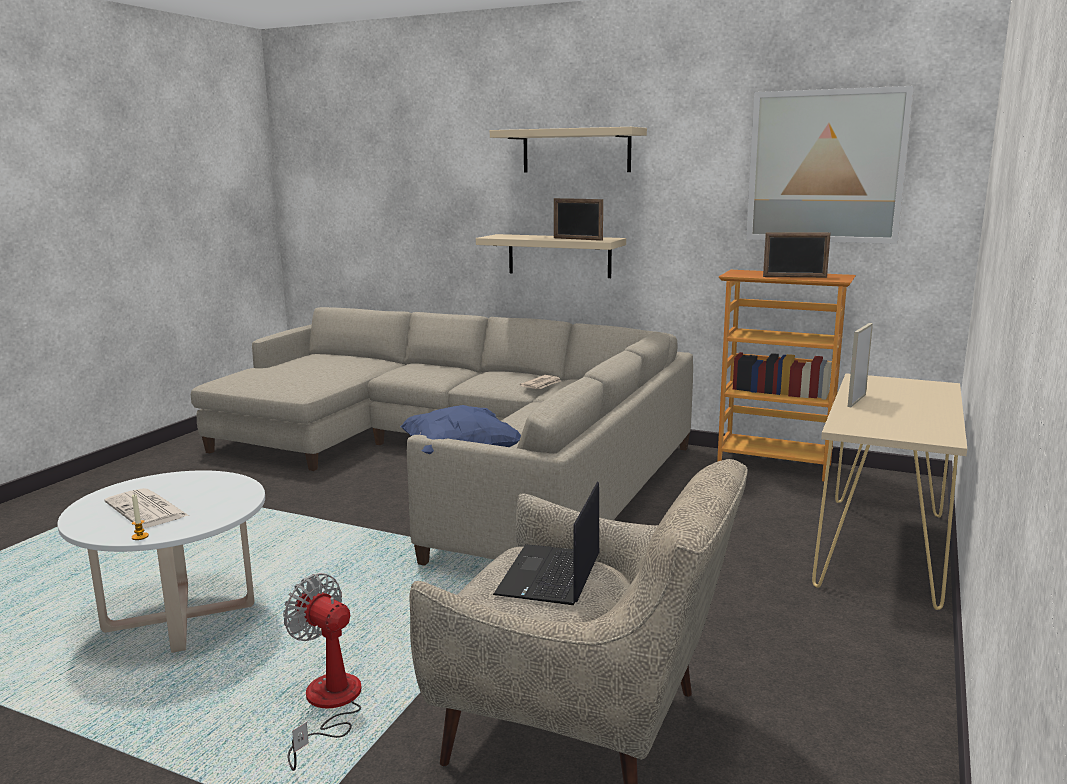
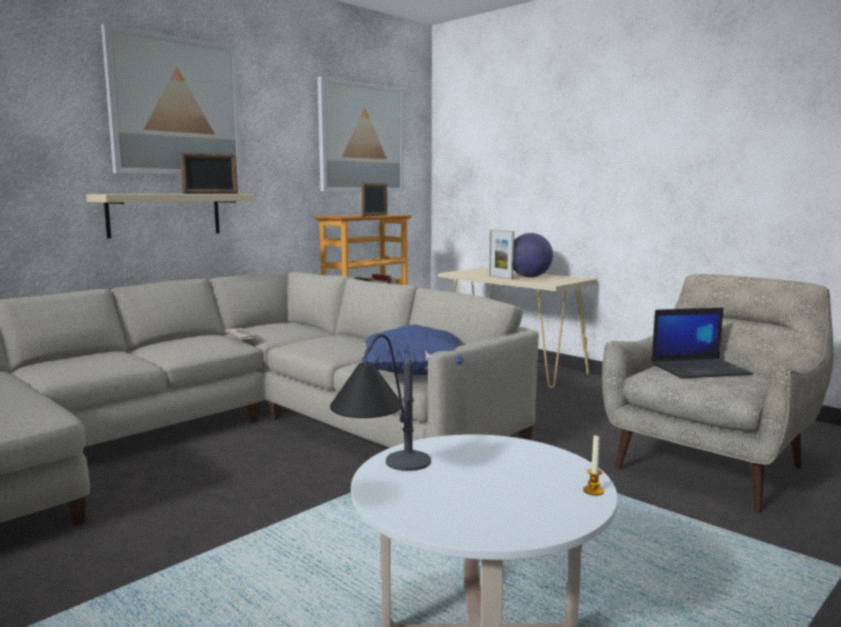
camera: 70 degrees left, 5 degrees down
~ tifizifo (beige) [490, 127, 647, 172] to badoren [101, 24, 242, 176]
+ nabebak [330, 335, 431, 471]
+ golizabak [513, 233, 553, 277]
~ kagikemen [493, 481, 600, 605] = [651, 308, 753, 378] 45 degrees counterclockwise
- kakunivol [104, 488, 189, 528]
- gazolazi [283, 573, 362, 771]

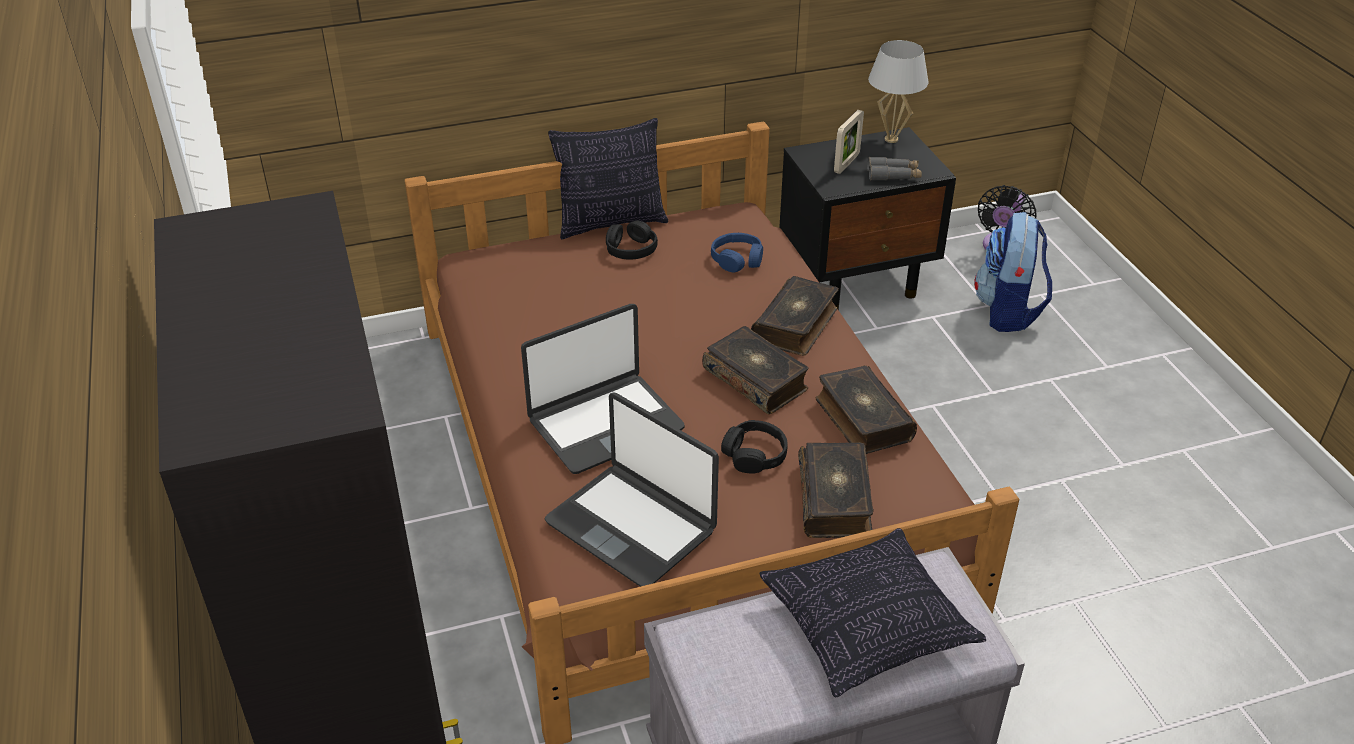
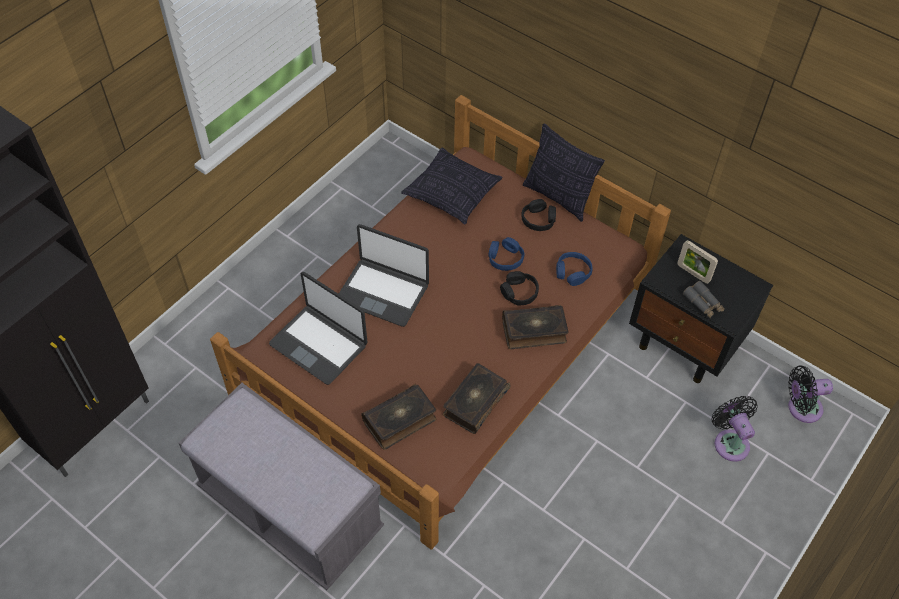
camera: 55 degrees right, 15 degrees up
~ kagikemen [544, 393, 719, 587] = [269, 272, 367, 385] 60 degrees counterclockwise
~ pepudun [759, 528, 986, 697] to [401, 147, 503, 224]
+ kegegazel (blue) [488, 237, 524, 271]
~ kegegazel (black) [721, 420, 787, 473] to [500, 271, 539, 306]
~ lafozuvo [834, 110, 864, 174] = [677, 240, 718, 284] 45 degrees clockwise
~ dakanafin [974, 212, 1052, 332] to gazolazi (black) [712, 396, 758, 462]
- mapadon [702, 326, 808, 414]
- nabebak (white) [868, 40, 928, 143]

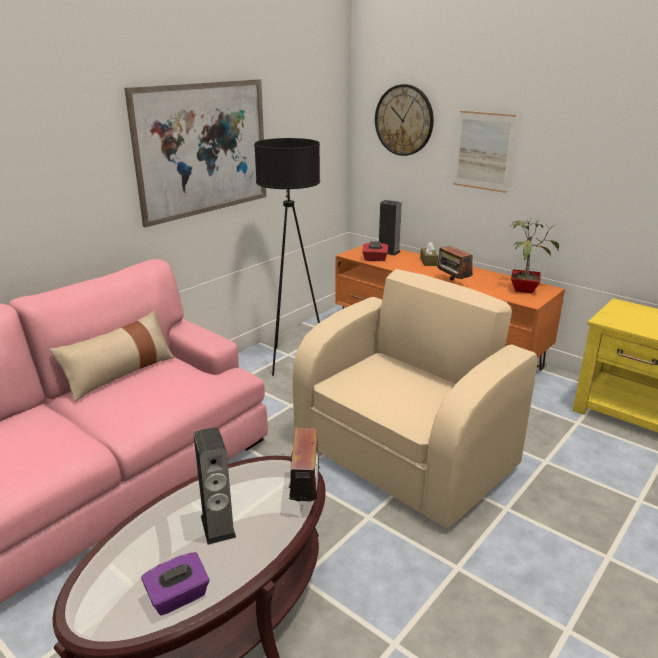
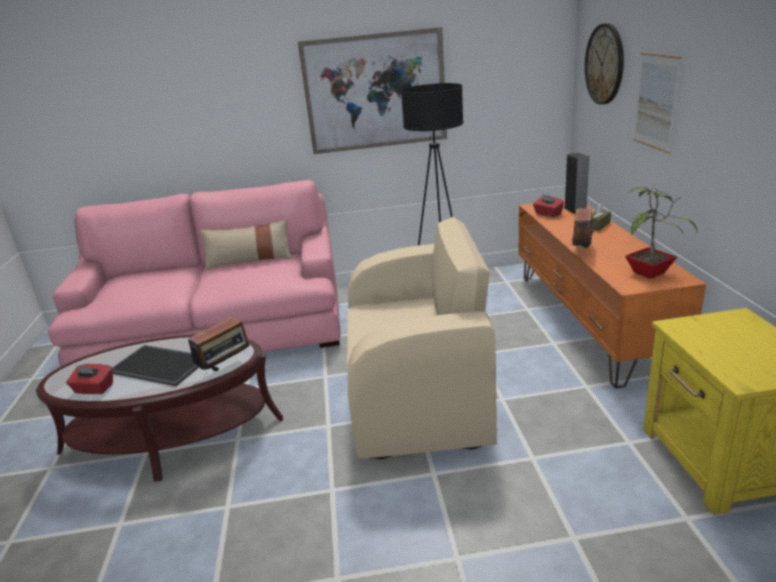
camera: 45 degrees right, 0 degrees up
~ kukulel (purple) [141, 552, 210, 616] to kukulel (red) [66, 364, 113, 394]
~ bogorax [194, 427, 236, 545] to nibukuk [112, 345, 199, 386]

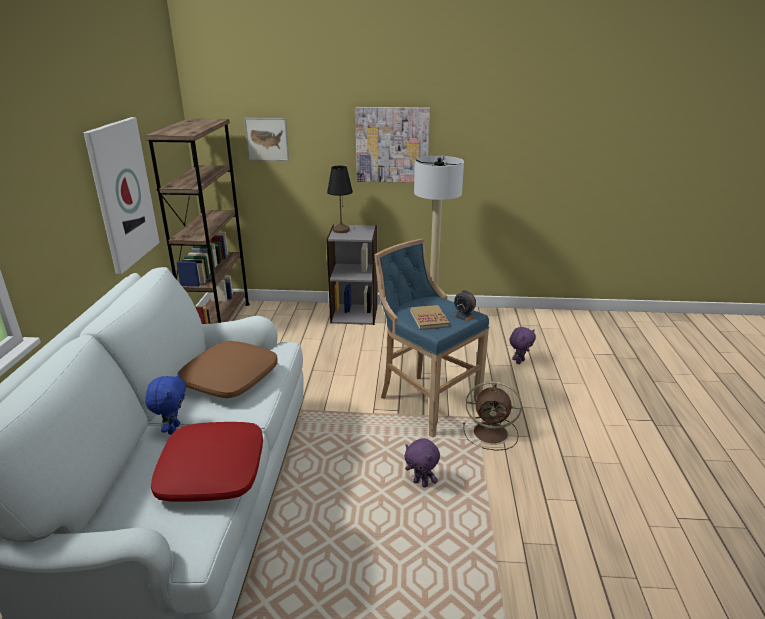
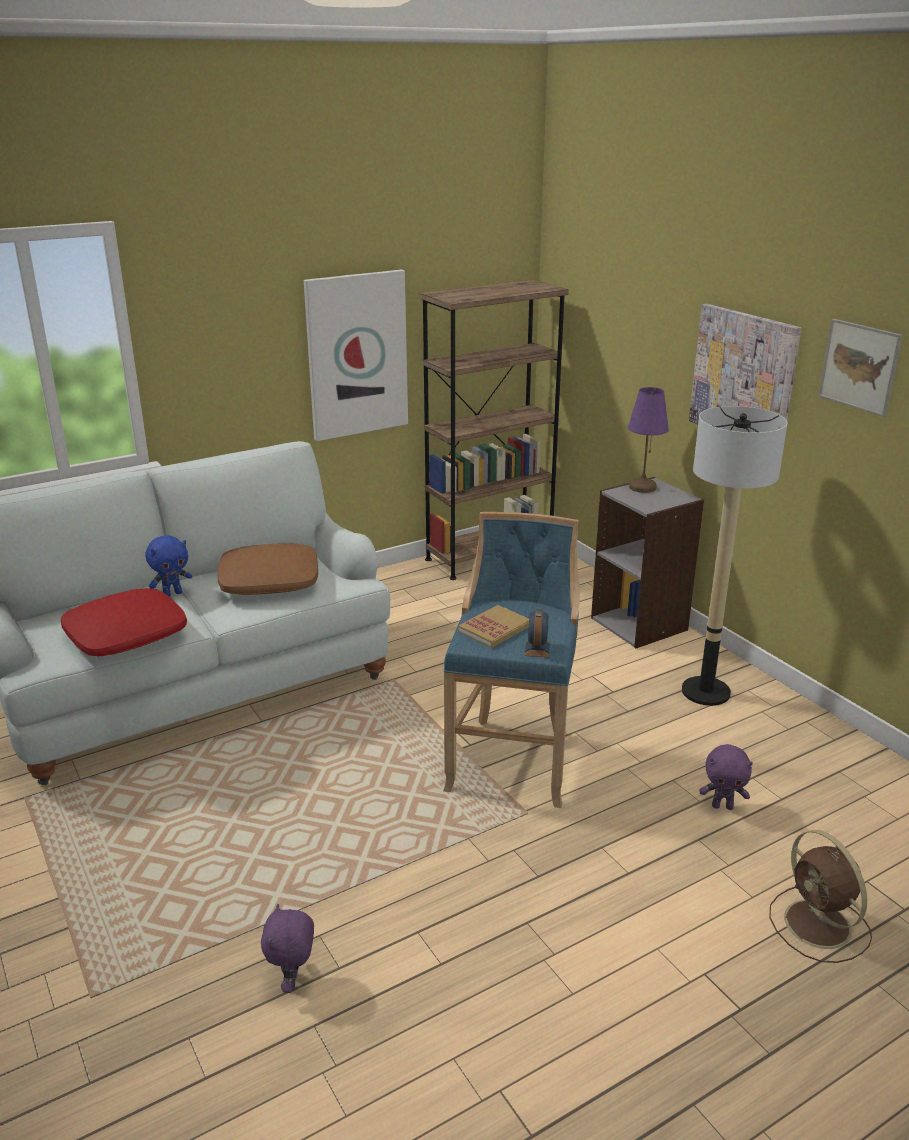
camera: 55 degrees right, 0 degrees up
~ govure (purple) [405, 438, 440, 488] to [261, 904, 314, 993]
~ nabebak (black) [327, 166, 353, 233] to nabebak (purple) [628, 387, 669, 493]
~ gazolazi (brown) [463, 381, 522, 451] to [769, 830, 872, 963]
~ badoren [244, 118, 289, 161] to [818, 319, 903, 417]

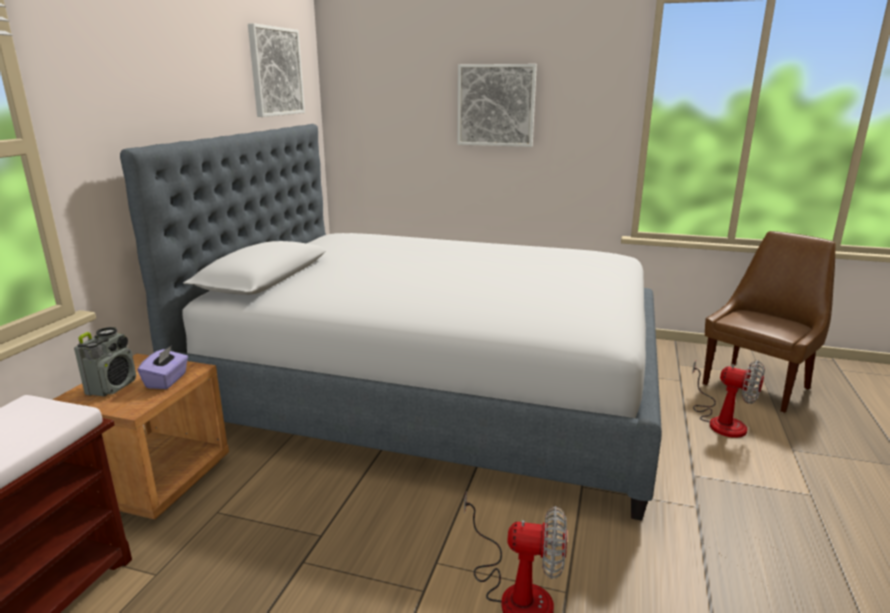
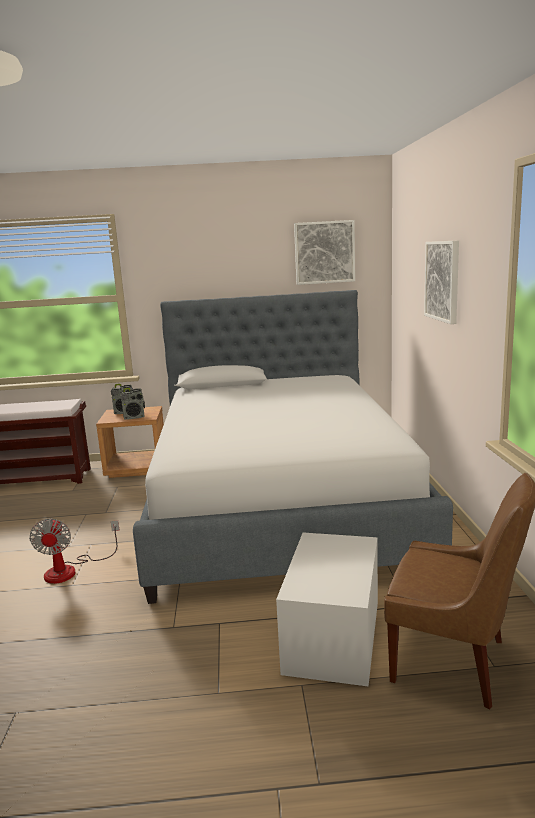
camera: 70 degrees right, 5 degrees down
~ kukulel (purple) [138, 345, 188, 389] to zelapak [120, 388, 145, 419]
~ gazolazi [692, 360, 765, 438] to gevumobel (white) [276, 532, 378, 687]

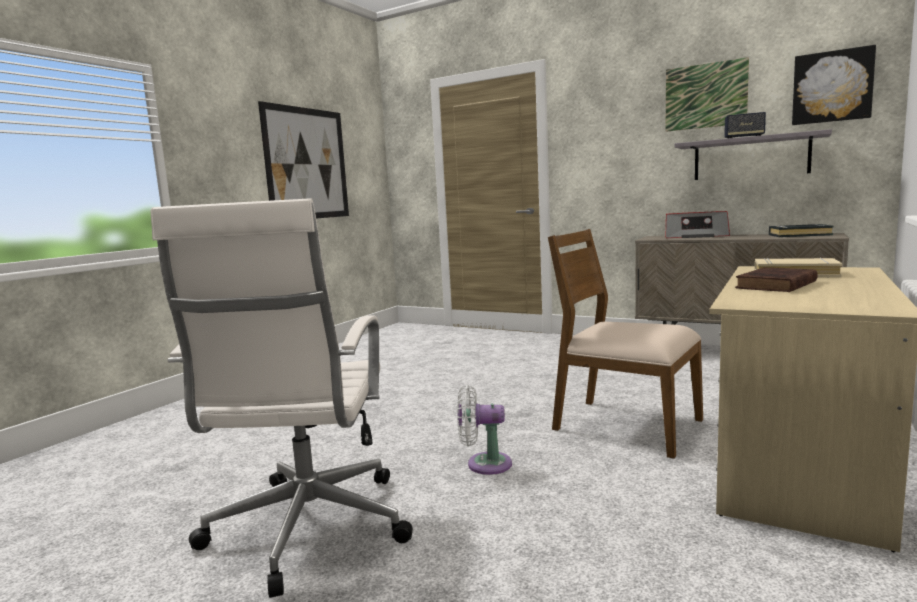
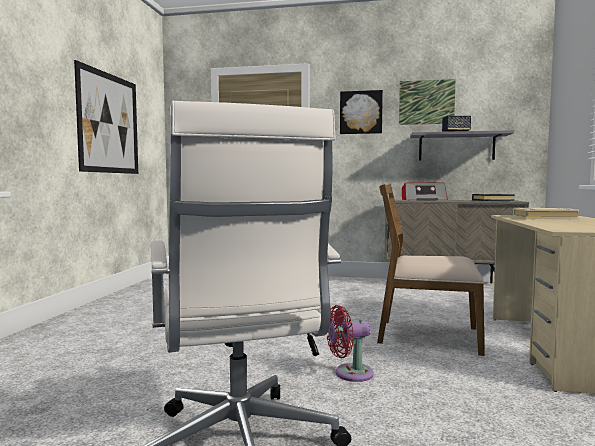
camera: 20 degrees left, 5 degrees down
~ gazolazi (white) [457, 385, 512, 475] to gazolazi (red) [327, 305, 374, 382]
~ badoren [792, 45, 876, 125] to [340, 90, 383, 134]
- mapadon (brown) [735, 267, 818, 292]

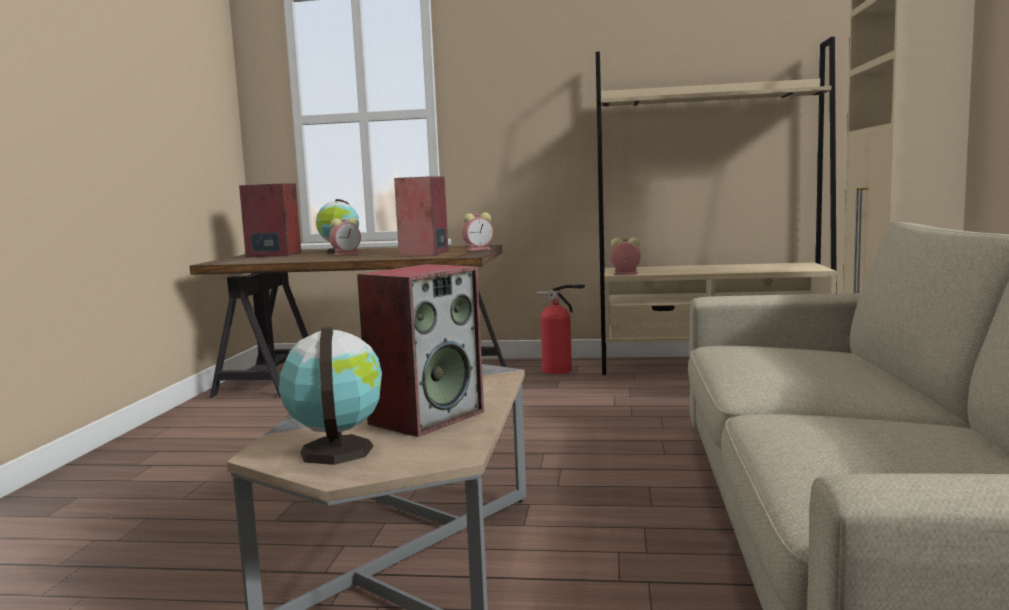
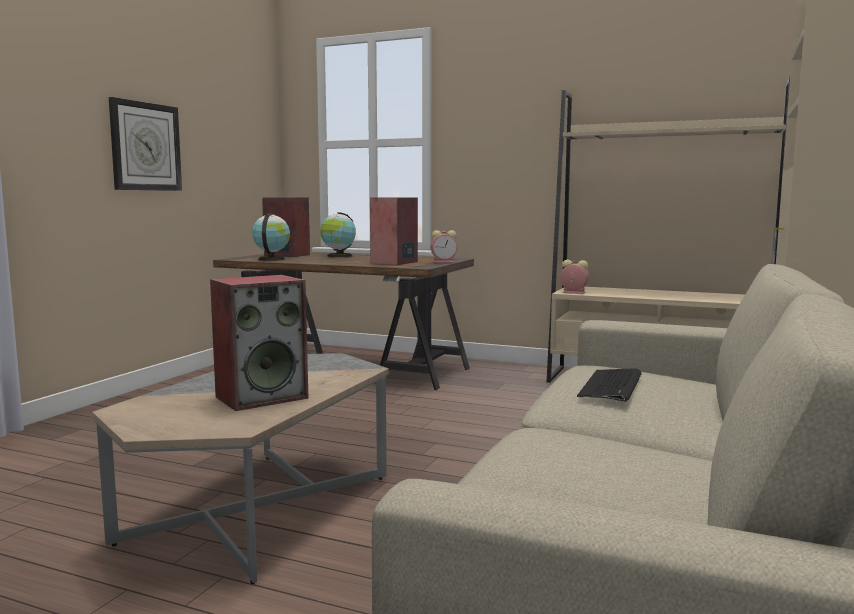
camera: 15 degrees right, 0 degrees up
+ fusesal [109, 97, 182, 191]
~ golizabak [279, 327, 382, 465] to [252, 213, 290, 261]
+ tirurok [577, 368, 641, 401]
- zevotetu [329, 217, 361, 256]
- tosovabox [537, 284, 585, 374]

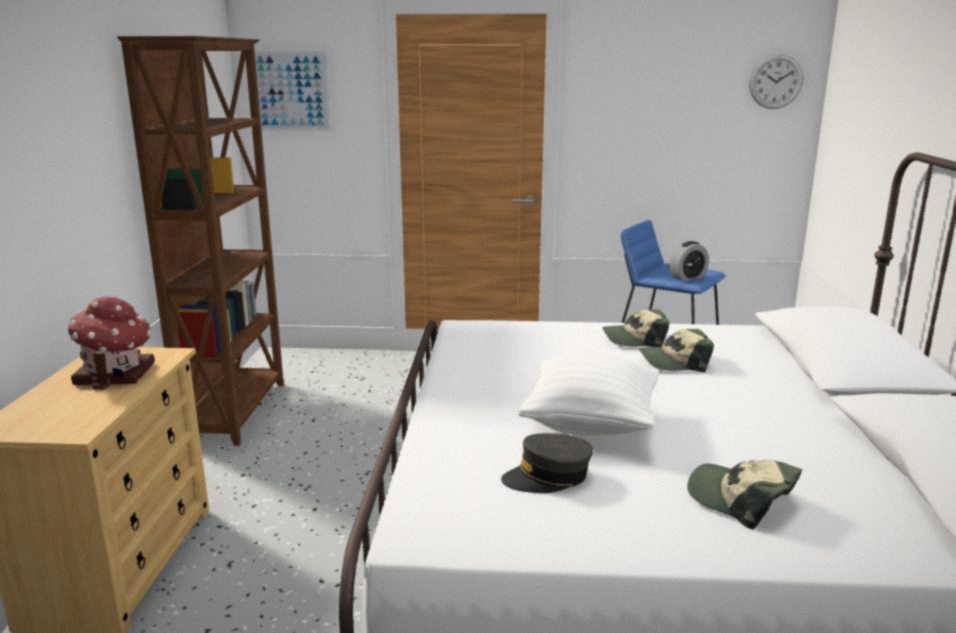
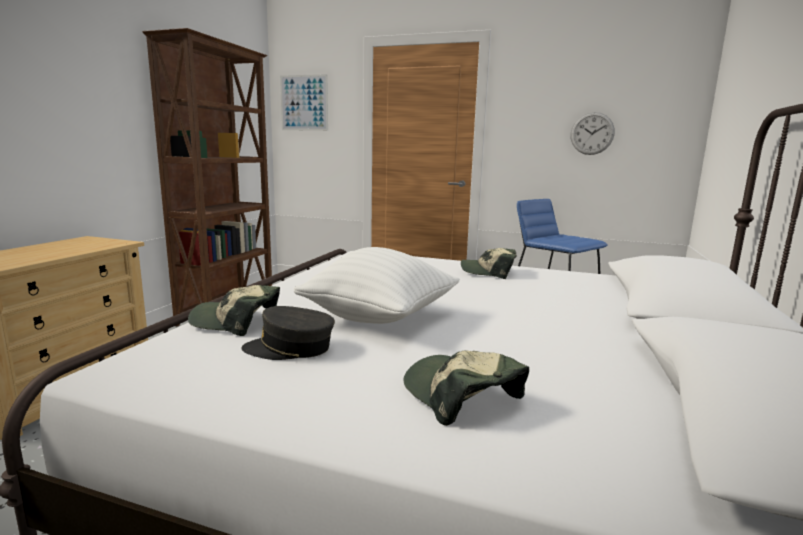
camera: 15 degrees right, 5 degrees down
~ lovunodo [639, 329, 714, 372] to [188, 285, 280, 336]
~ fusesal [749, 54, 803, 109] to [570, 112, 615, 155]
- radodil [68, 296, 155, 390]
- zevotetu [669, 241, 709, 281]

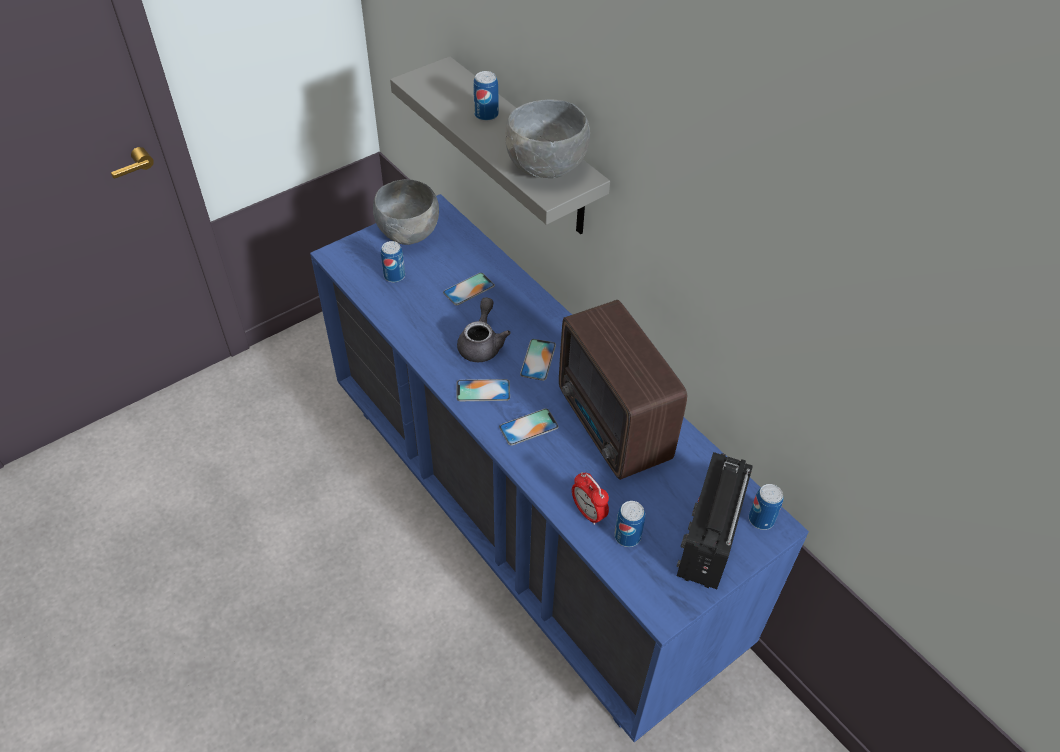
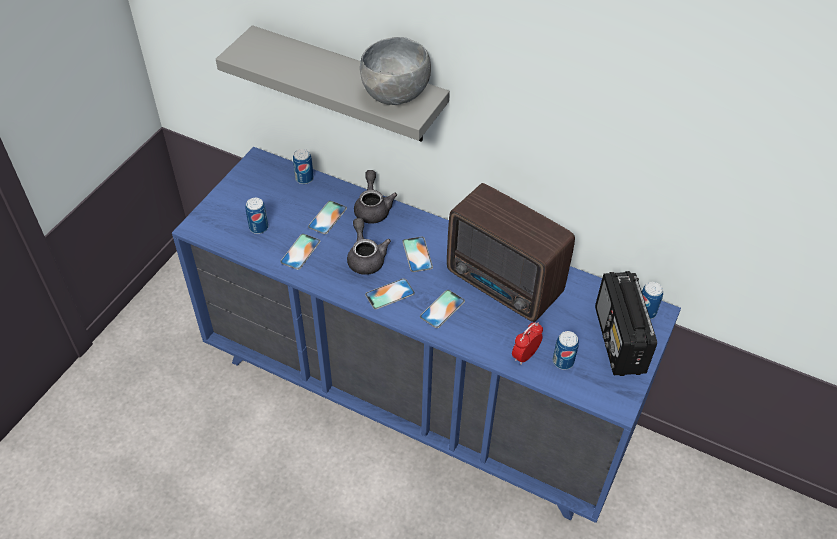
camera: 25 degrees left, 0 degrees up
+ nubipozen [280, 234, 320, 270]
~ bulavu [473, 71, 499, 122] to [293, 149, 314, 184]
+ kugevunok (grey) [354, 170, 397, 224]
~ zevotetu [572, 472, 609, 525] = [512, 322, 543, 365] 105 degrees clockwise
- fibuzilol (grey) [373, 179, 439, 245]

